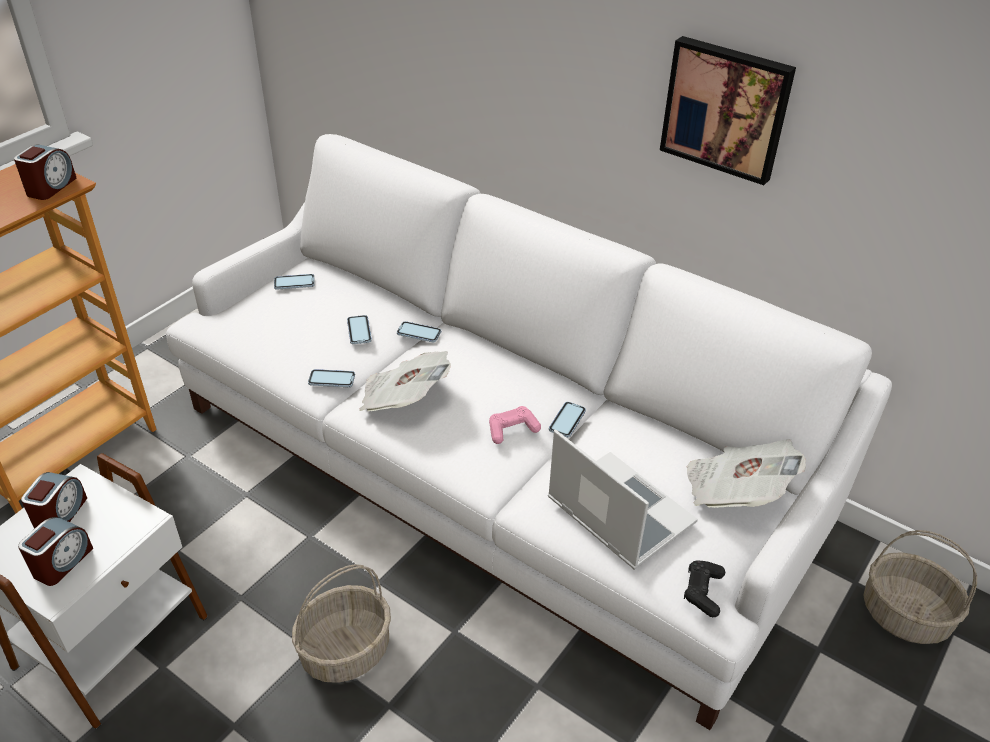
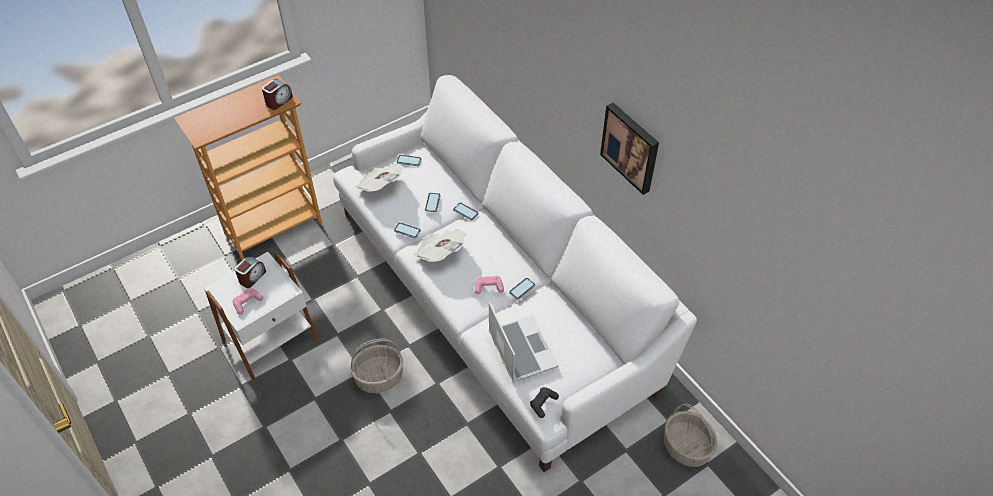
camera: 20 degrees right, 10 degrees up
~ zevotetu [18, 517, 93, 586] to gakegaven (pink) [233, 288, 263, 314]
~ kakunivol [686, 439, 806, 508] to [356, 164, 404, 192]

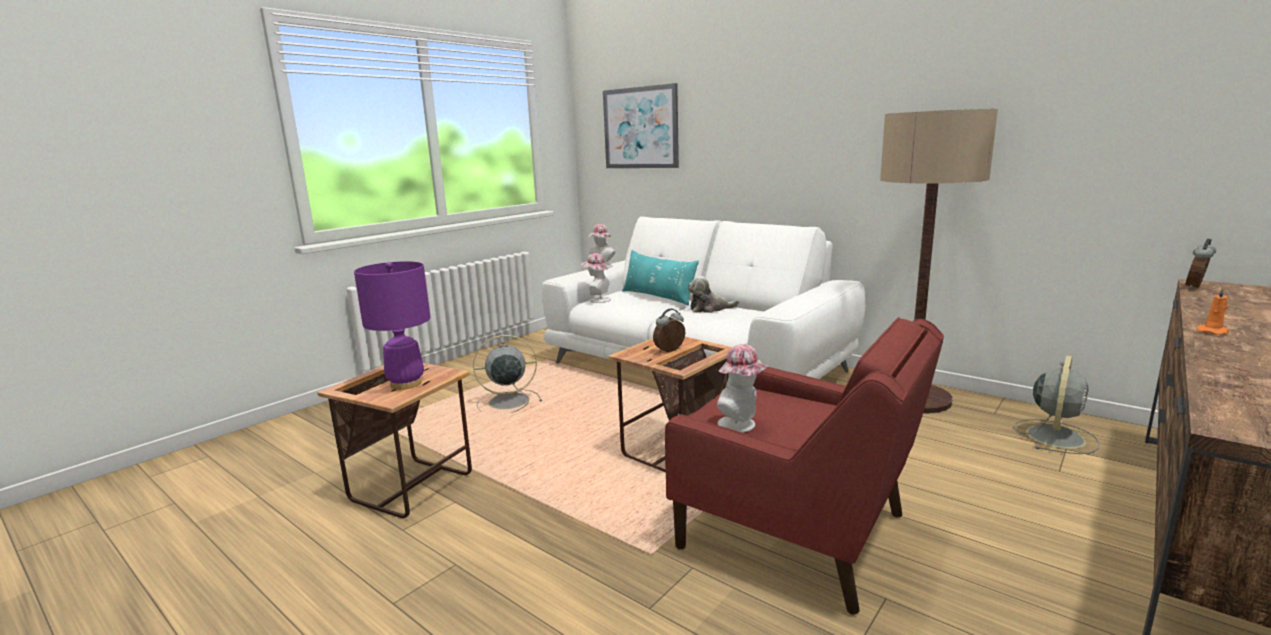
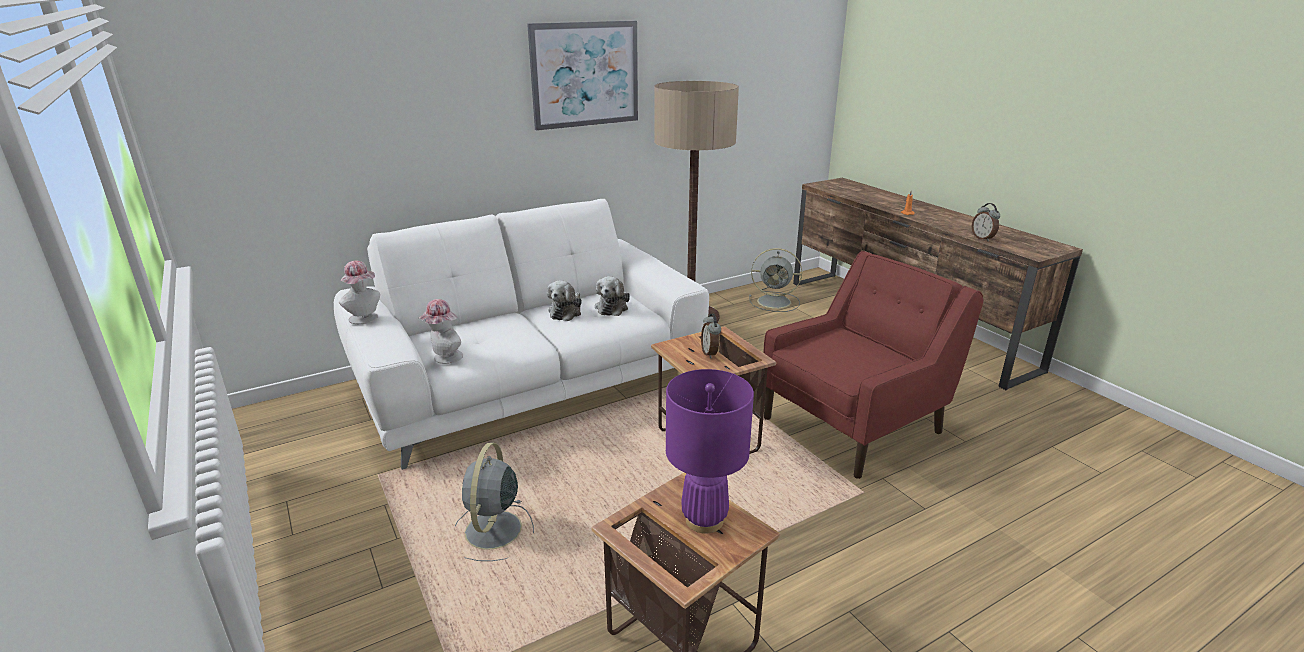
camera: 70 degrees left, 10 degrees up
~ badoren [603, 83, 679, 168] to [527, 21, 638, 131]
+ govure [595, 276, 630, 316]
~ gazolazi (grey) [1014, 355, 1100, 454] = [749, 248, 802, 312] 135 degrees clockwise
~ zevotetu [1185, 238, 1216, 289] to [972, 203, 1000, 241]
- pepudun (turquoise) [622, 250, 699, 306]
- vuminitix [717, 344, 769, 433]

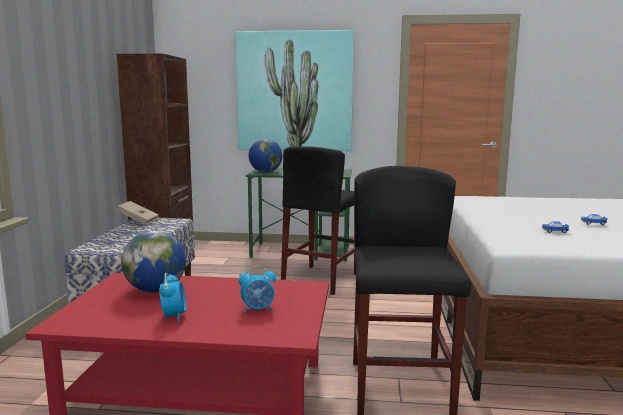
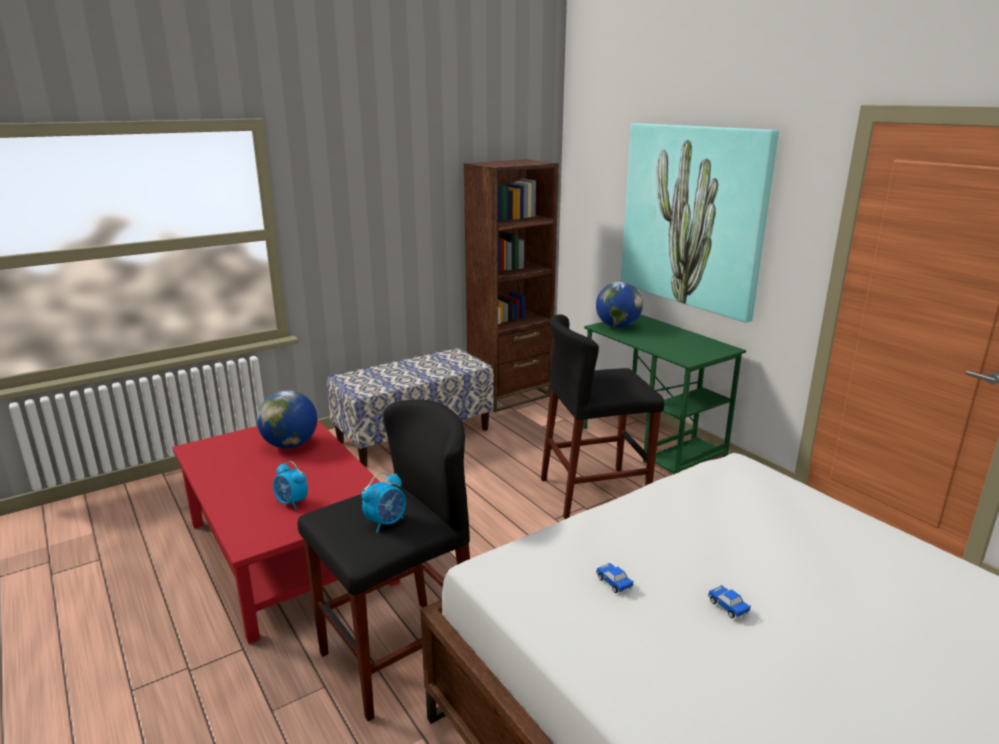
camera: 50 degrees right, 10 degrees up
~ zevotetu [160, 273, 186, 322] to [361, 473, 406, 533]
- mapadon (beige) [116, 201, 159, 225]

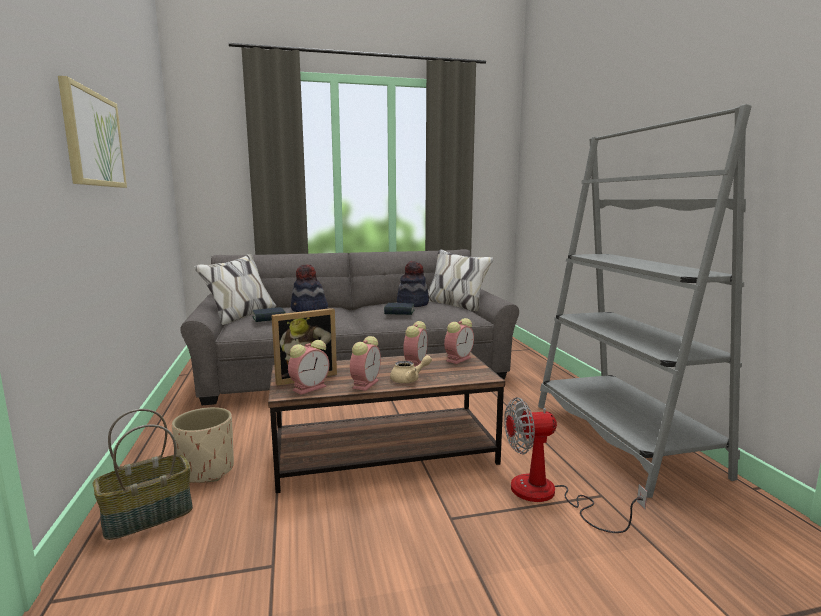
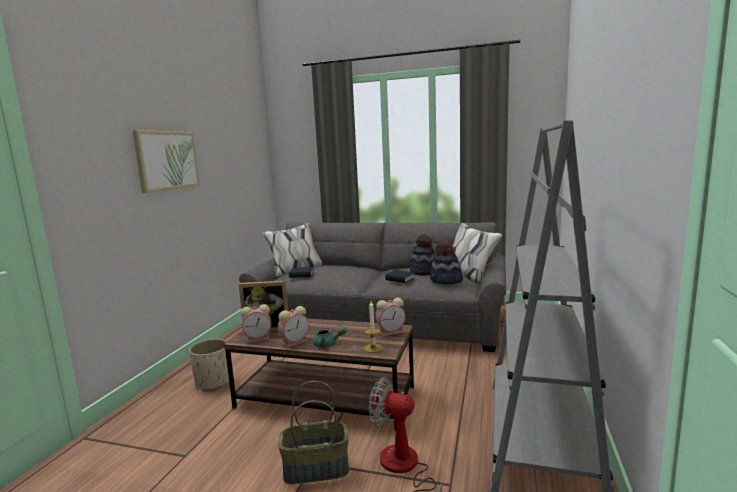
camera: 30 degrees right, 0 degrees up
~ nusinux [93, 409, 193, 540] to [278, 381, 349, 484]
~ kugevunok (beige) [390, 355, 432, 383] to kugevunok (green) [313, 327, 347, 347]
+ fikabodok [364, 301, 383, 353]
~ vuminitix [291, 265, 328, 312] to [430, 241, 463, 284]
- zevotetu [403, 321, 428, 367]

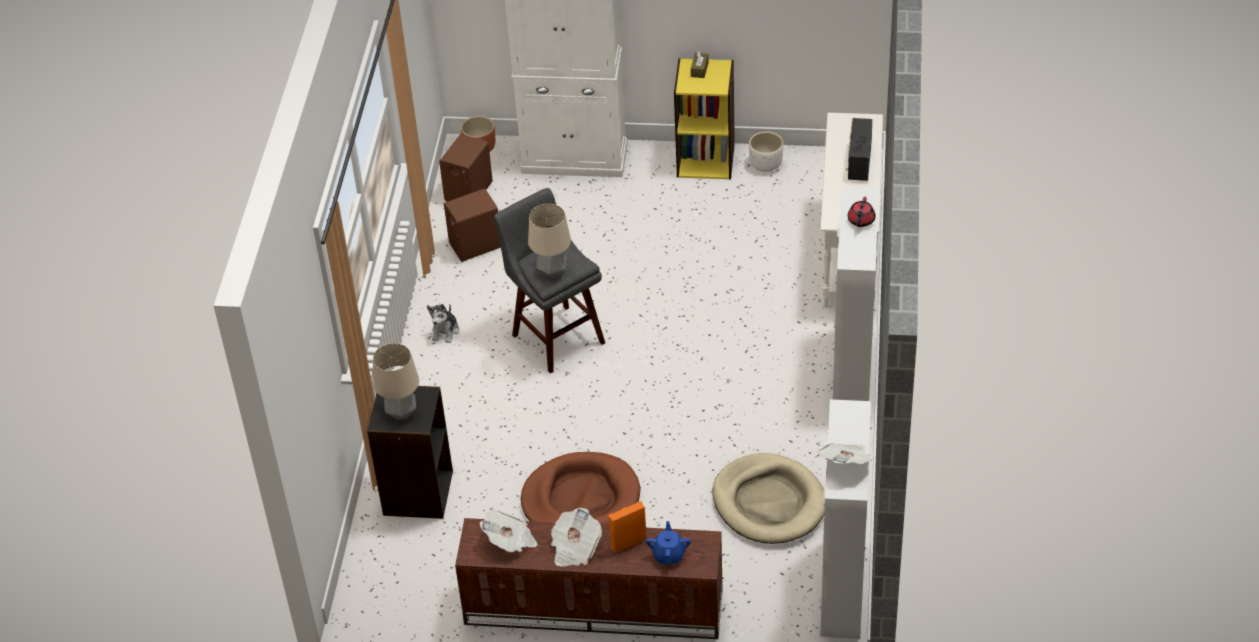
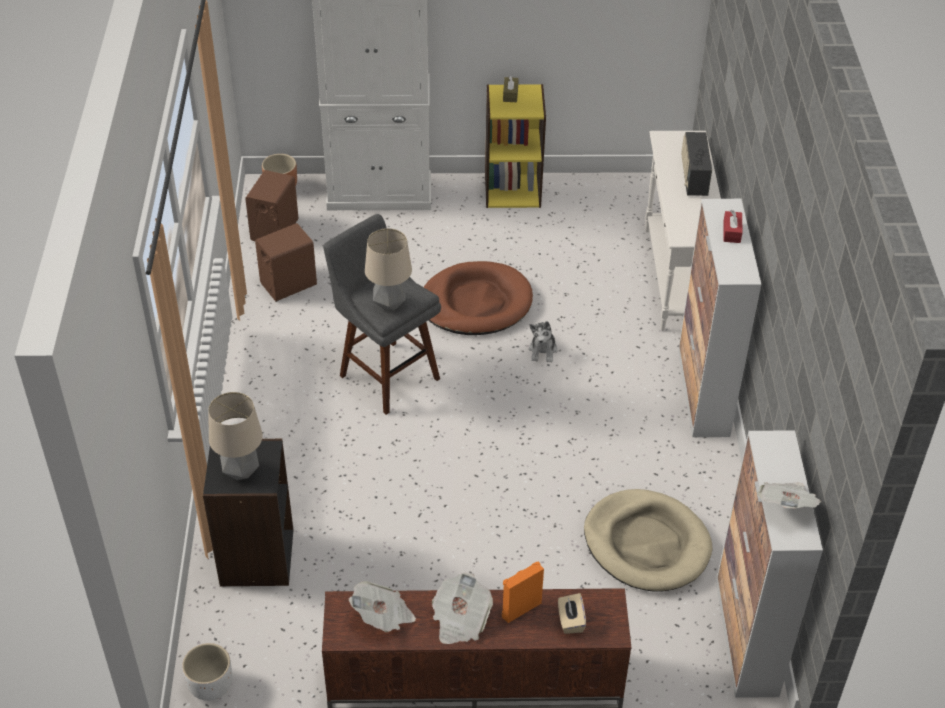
camera: 10 degrees left, 0 degrees up
~ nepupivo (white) [749, 131, 783, 172] to [182, 643, 232, 701]
~ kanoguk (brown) [521, 452, 641, 526] to [424, 261, 533, 335]
~ govure [427, 304, 459, 343] to [529, 321, 558, 363]
~ kugevunok (blue) [646, 521, 691, 565] to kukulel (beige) [558, 593, 586, 634]
~ kugevunok (red) [848, 197, 876, 227] to kukulel (red) [723, 210, 742, 243]

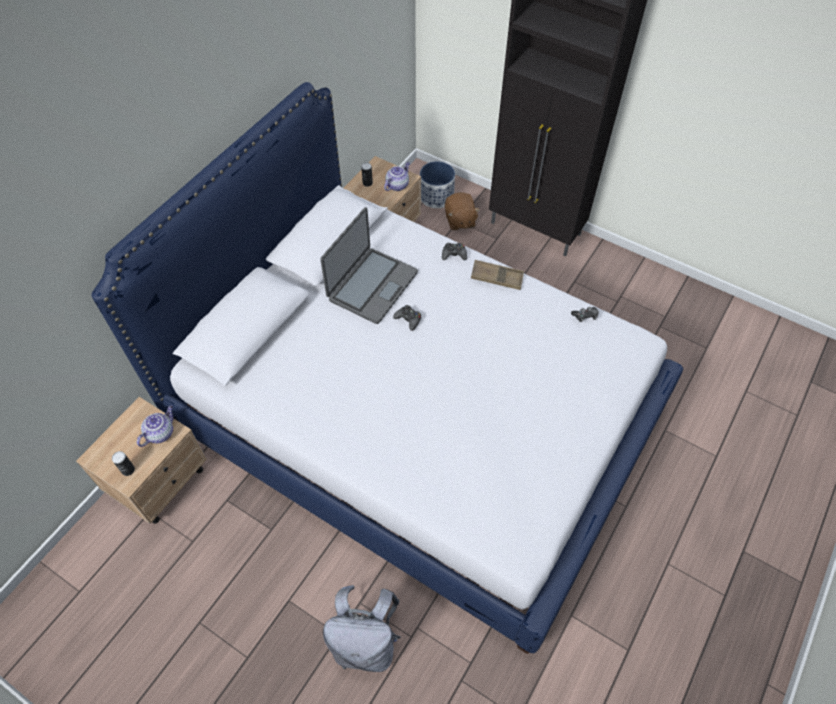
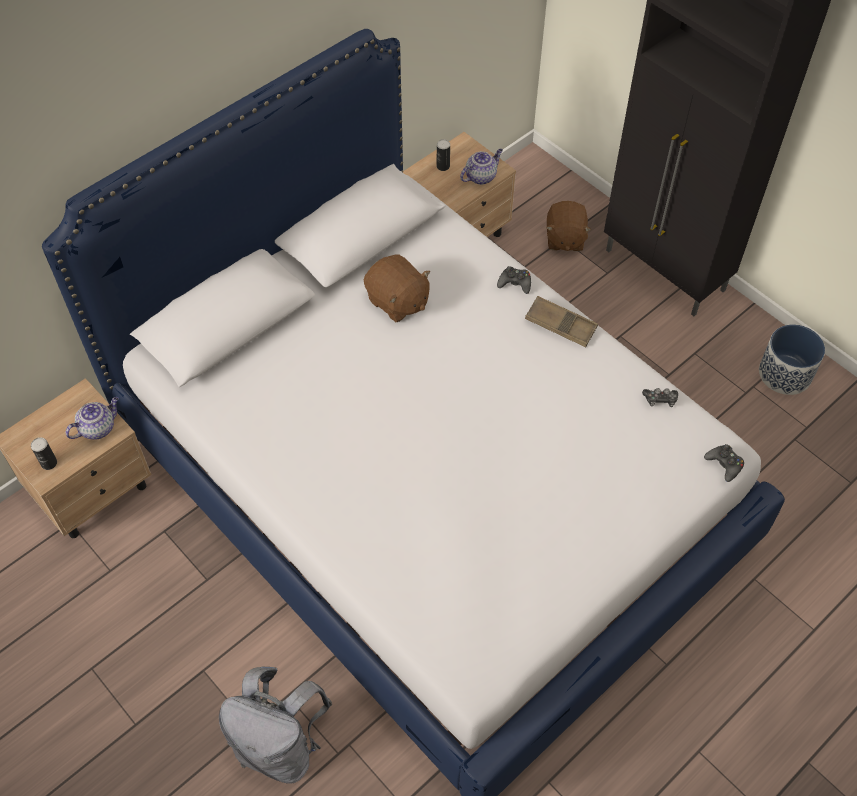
camera: 15 degrees right, 0 degrees up
~ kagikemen [320, 207, 418, 324] to govure (brown) [364, 254, 430, 322]
~ gakegaven (black) [393, 305, 421, 331] to [704, 444, 744, 482]
~ nepupivo [420, 161, 455, 208] to [759, 324, 825, 395]

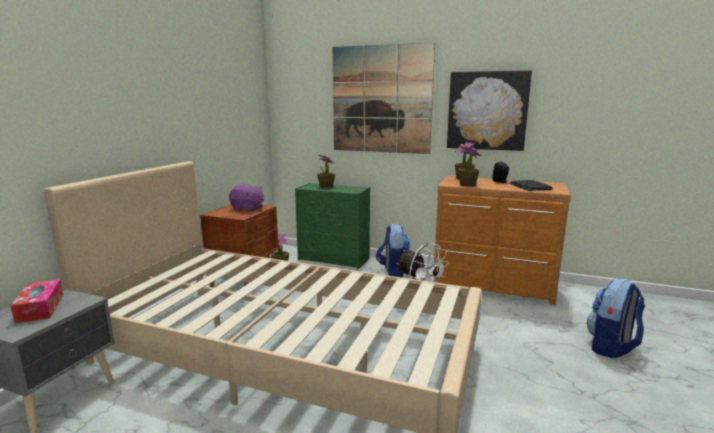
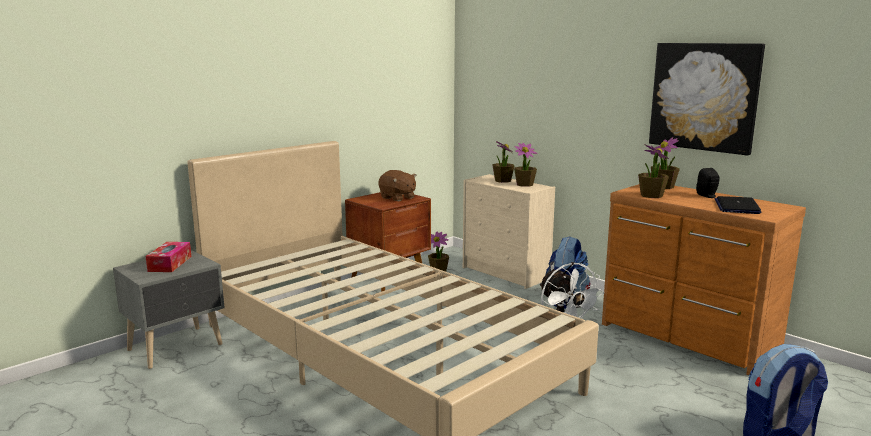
camera: 25 degrees right, 0 degrees up
~ govure (purple) [229, 184, 264, 211] to govure (brown) [378, 170, 416, 201]
~ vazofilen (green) [295, 183, 370, 269] to vazofilen (beige) [463, 174, 555, 289]
+ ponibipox [514, 143, 537, 187]
- badoren [333, 42, 435, 154]

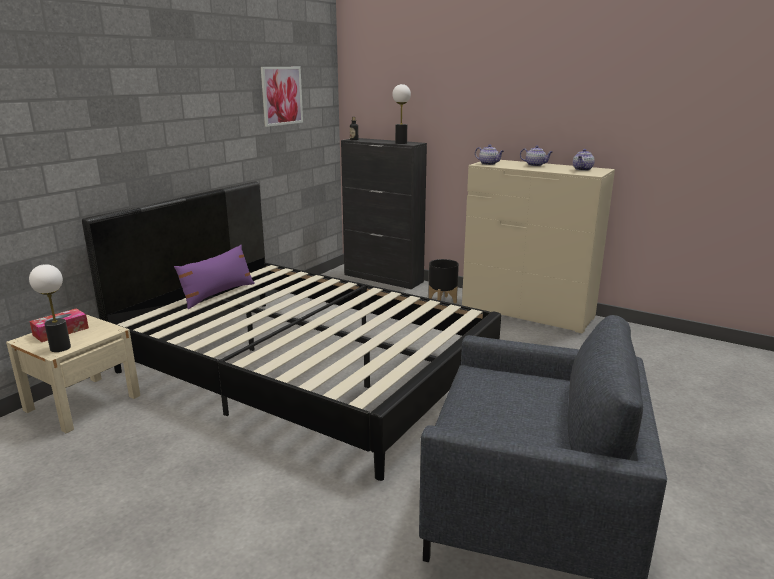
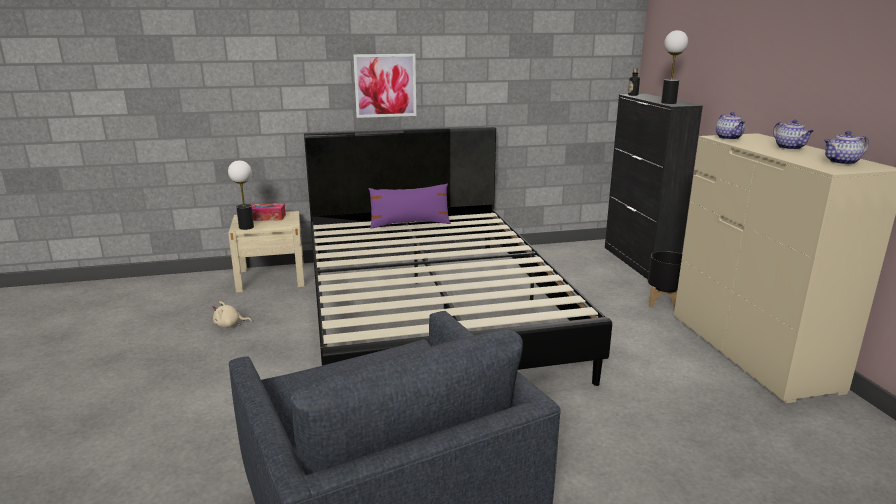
camera: 45 degrees right, 0 degrees up
+ govure (beige) [213, 301, 252, 328]
~ badoren [261, 67, 303, 127] to [353, 54, 416, 118]

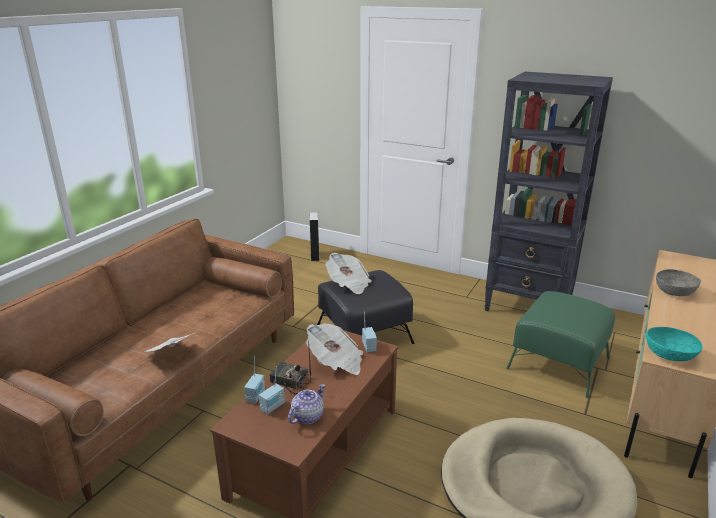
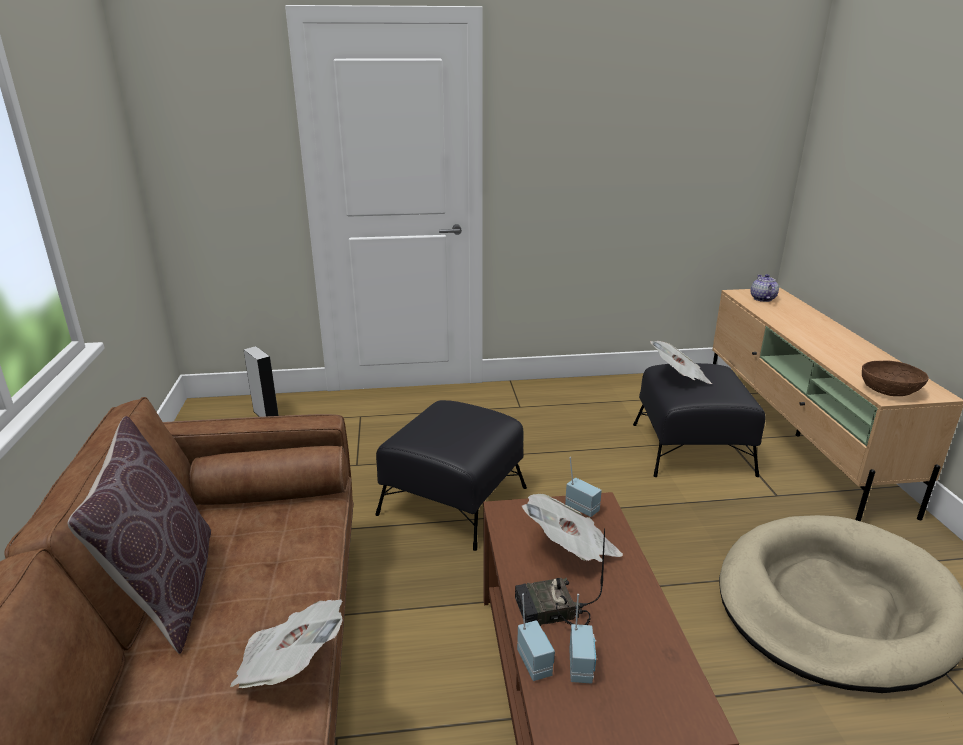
camera: 35 degrees left, 0 degrees up
+ pepudun (brown) [67, 416, 211, 654]
~ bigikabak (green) [506, 291, 615, 398] to bigikabak (black) [633, 363, 766, 477]
~ kakunivol [325, 253, 372, 294] to [650, 341, 712, 384]
~ kugevunok [288, 384, 325, 424] to [751, 274, 779, 302]
~ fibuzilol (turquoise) [646, 327, 703, 361] to fibuzilol (brown) [862, 360, 929, 396]
- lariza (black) [484, 72, 613, 311]
- fibuzilol (grey) [656, 269, 701, 296]

